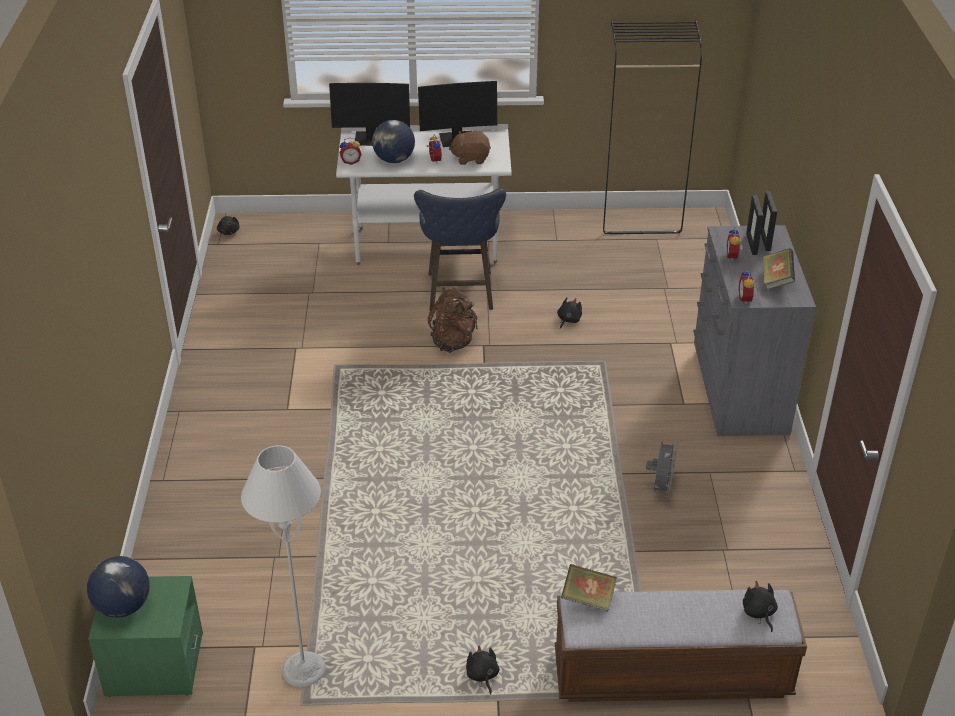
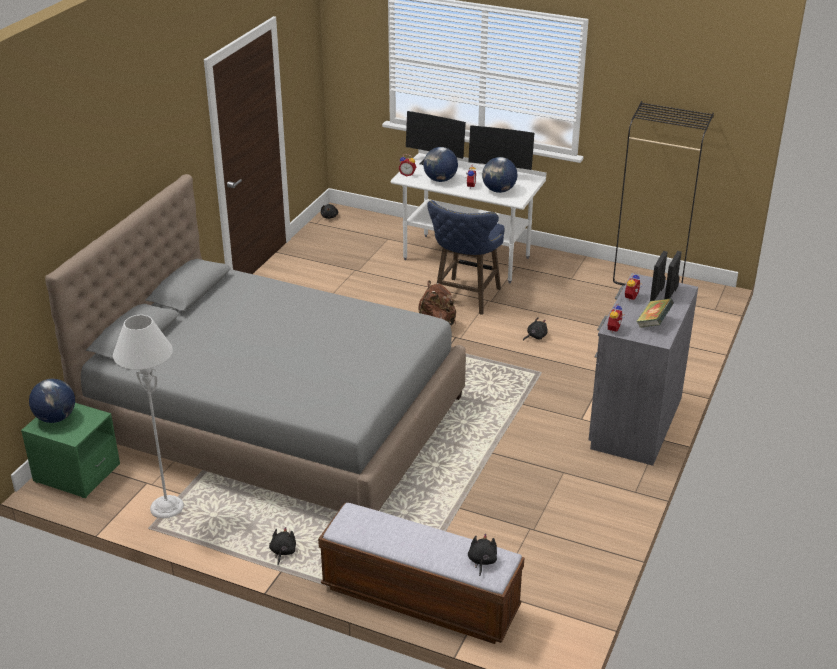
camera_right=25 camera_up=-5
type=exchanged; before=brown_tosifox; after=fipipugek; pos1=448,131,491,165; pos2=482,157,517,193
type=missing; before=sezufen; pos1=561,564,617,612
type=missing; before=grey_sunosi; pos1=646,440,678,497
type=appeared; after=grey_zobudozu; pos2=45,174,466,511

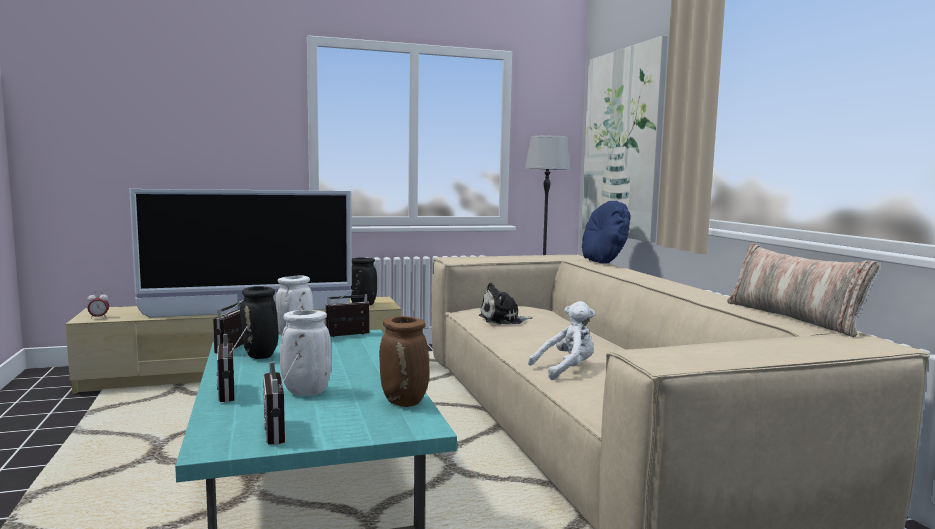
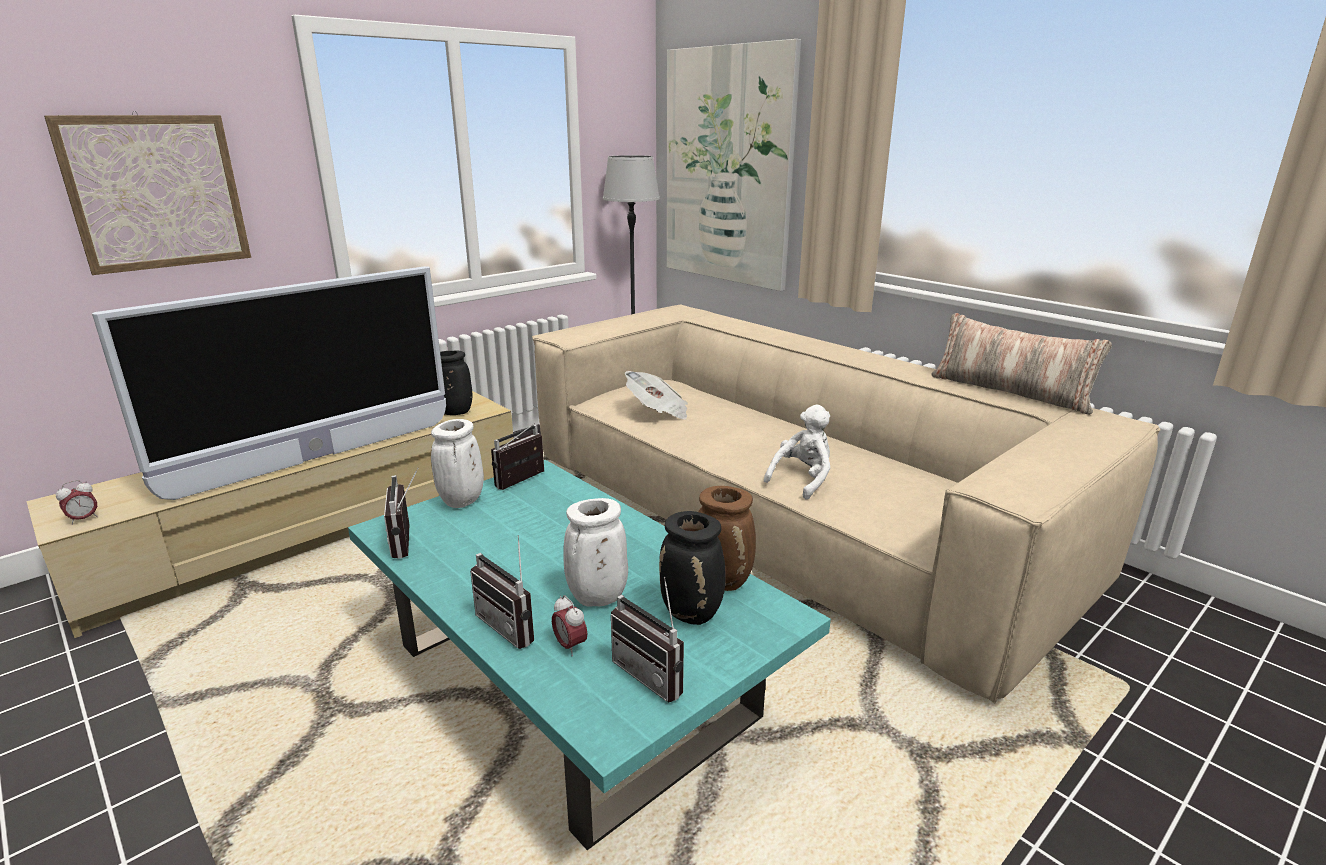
camera_right=-25 camera_up=15
type=relocated; before=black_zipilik; pos1=240,286,279,359; pos2=659,511,726,625
type=exchanged; before=tosifox; after=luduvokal; pos1=479,283,532,325; pos2=625,371,688,420
type=missing; before=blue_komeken; pos1=582,201,631,264
type=appeared; after=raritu; pos2=44,111,251,275
type=appeared; after=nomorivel; pos2=552,595,587,657

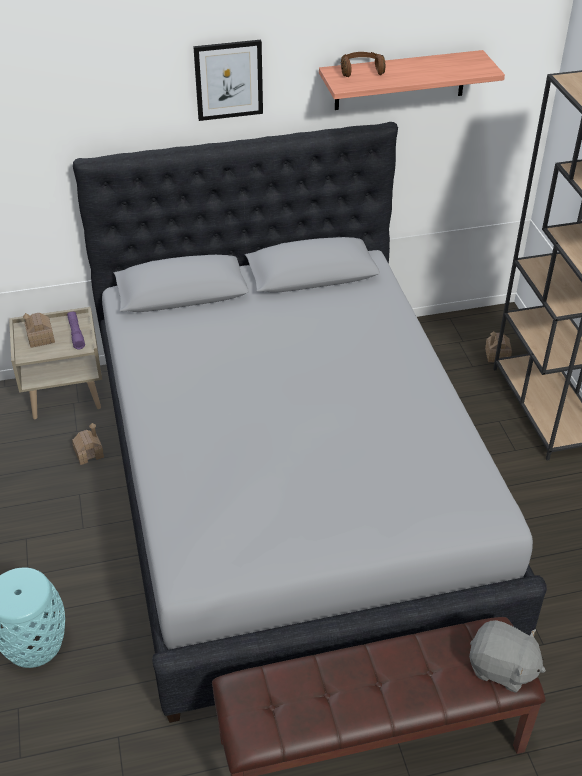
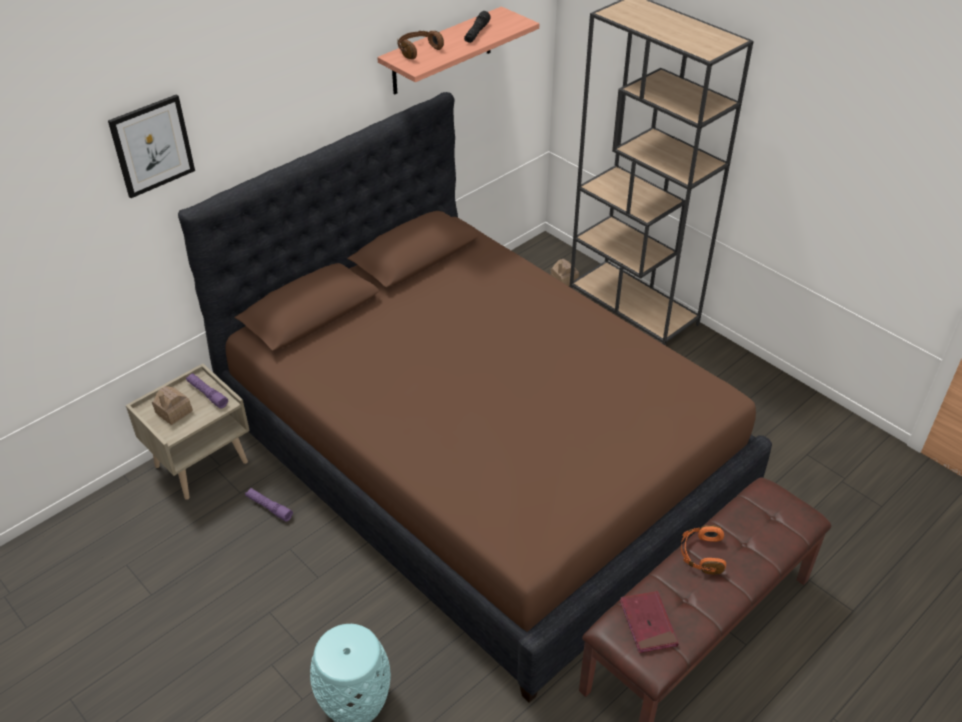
camera_right=-30 camera_up=0
type=exchanged; before=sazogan; after=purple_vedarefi; pos1=72,423,104,465; pos2=245,488,293,522
type=colour; before=grey_zobudozu; after=brown_zobudozu; pos1=73,122,547,723; pos2=178,92,772,703
type=relocated; before=raritu; pos1=193,40,263,121; pos2=108,94,195,198
type=missing; before=grey_tosifox; pos1=469,620,546,693
type=appeared; after=black_vedarefi; pos2=464,11,491,43
type=appeared; after=red_sezufen; pos2=620,591,679,653
type=appeared; after=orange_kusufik; pos2=681,525,726,575

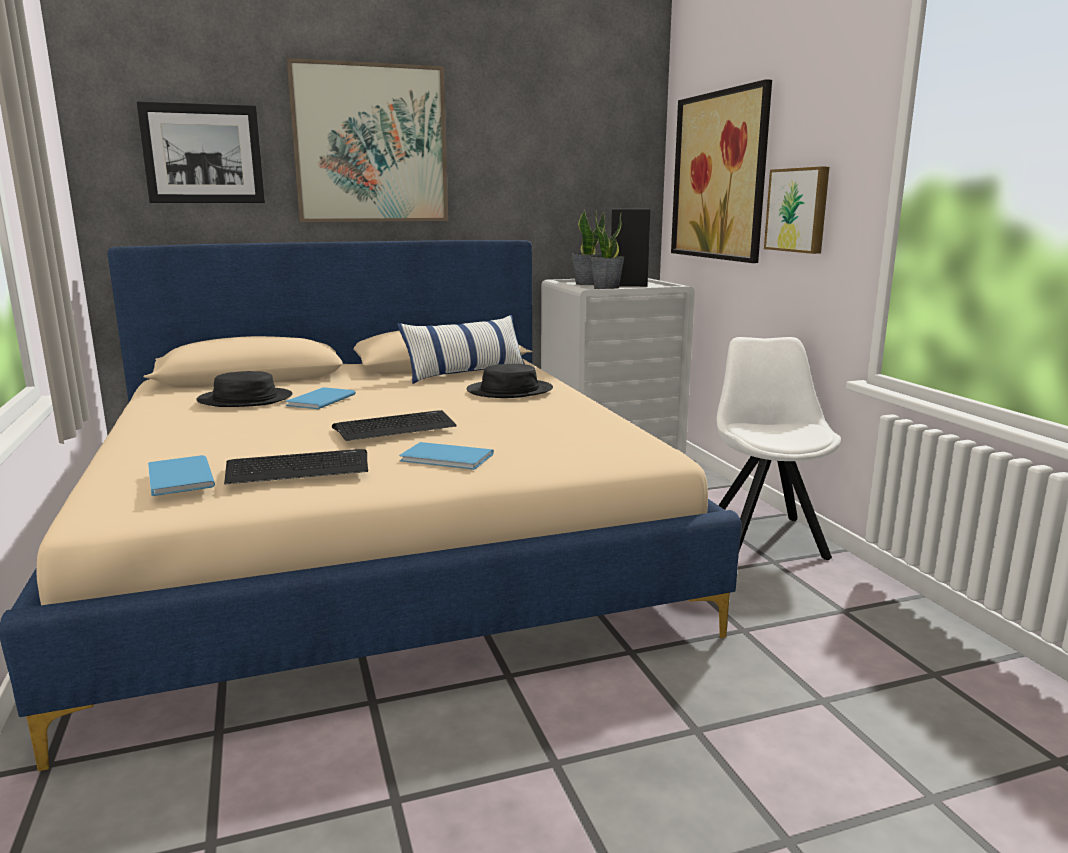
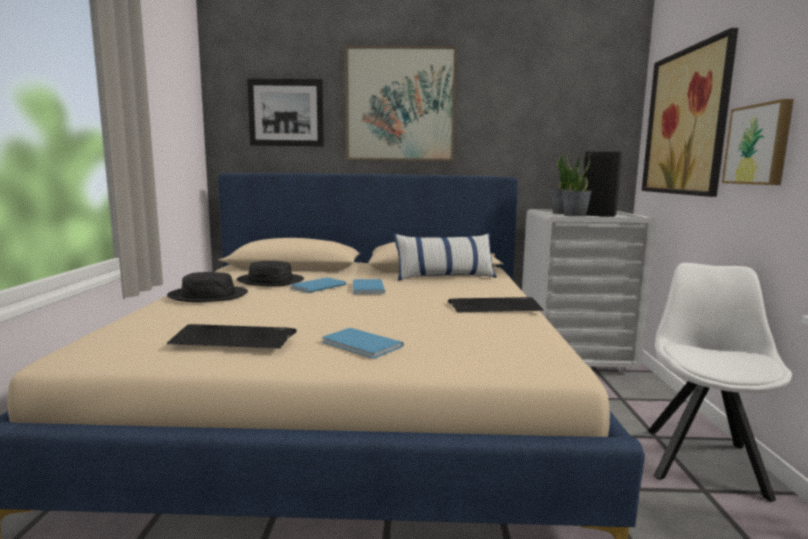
camera_right=20 camera_up=-5
type=relocated; before=blue_sezufen; pos1=148,455,215,496; pos2=353,279,385,294
type=relocated; before=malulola; pos1=332,410,457,441; pos2=448,297,543,312
type=relocated; before=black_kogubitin; pos1=466,364,553,398; pos2=167,272,248,302

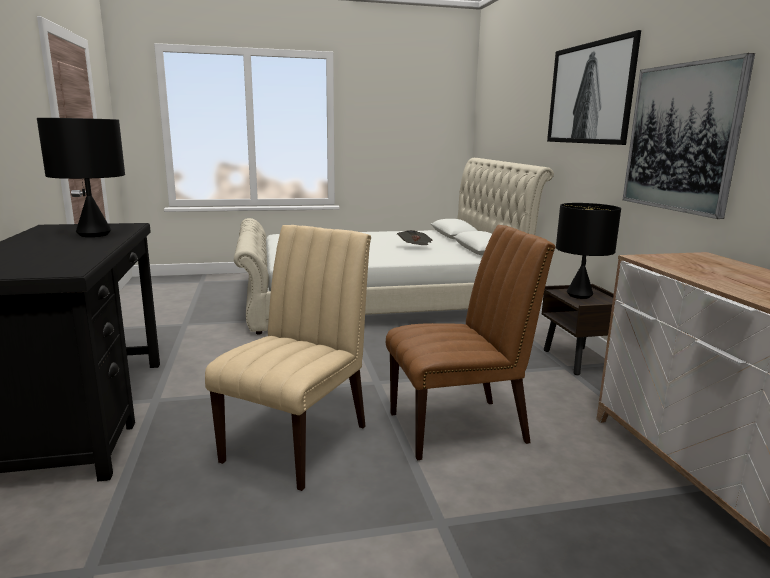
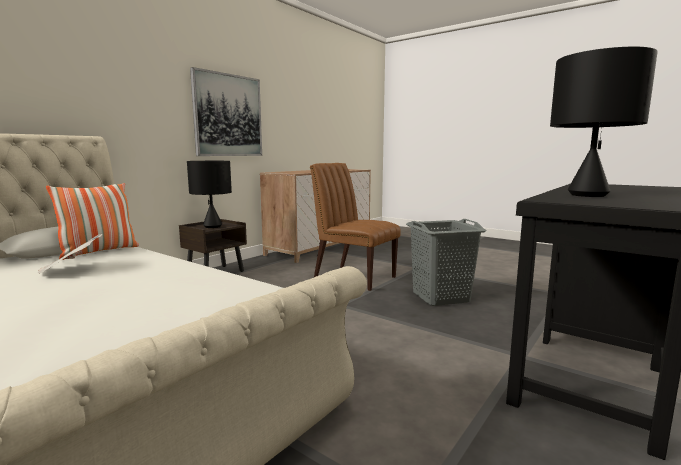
camera_right=-130 camera_up=-5
type=exchanged; before=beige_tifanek; after=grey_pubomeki; pos1=205,225,371,491; pos2=406,219,487,306
type=missing; before=raritu; pos1=547,30,641,145
type=appeared; after=komeken; pos2=46,183,139,260

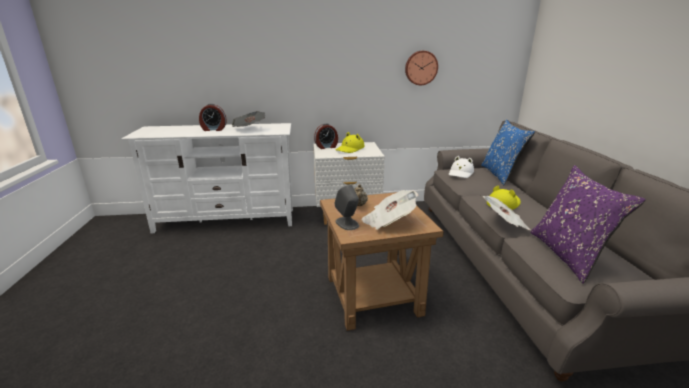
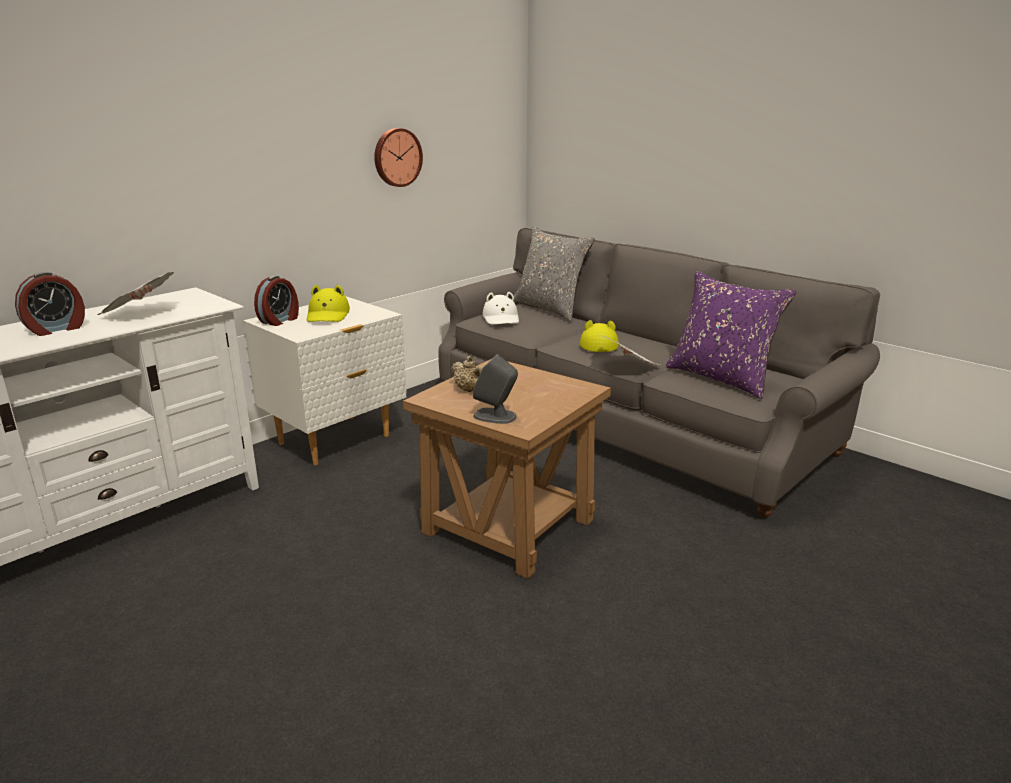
camera_right=-40 camera_up=0
type=missing; before=luduvokal; pos1=362,190,418,230
type=colour; before=blue_komeken; after=grey_komeken; pos1=481,120,535,185; pos2=513,226,595,322

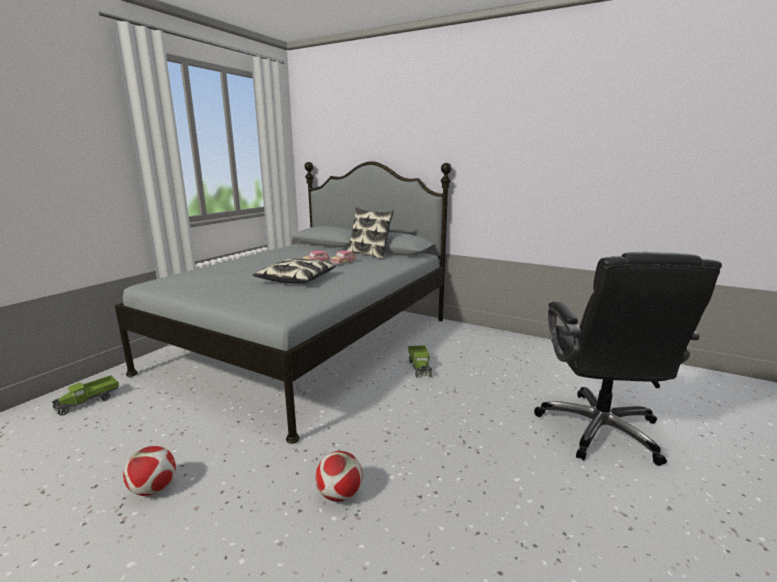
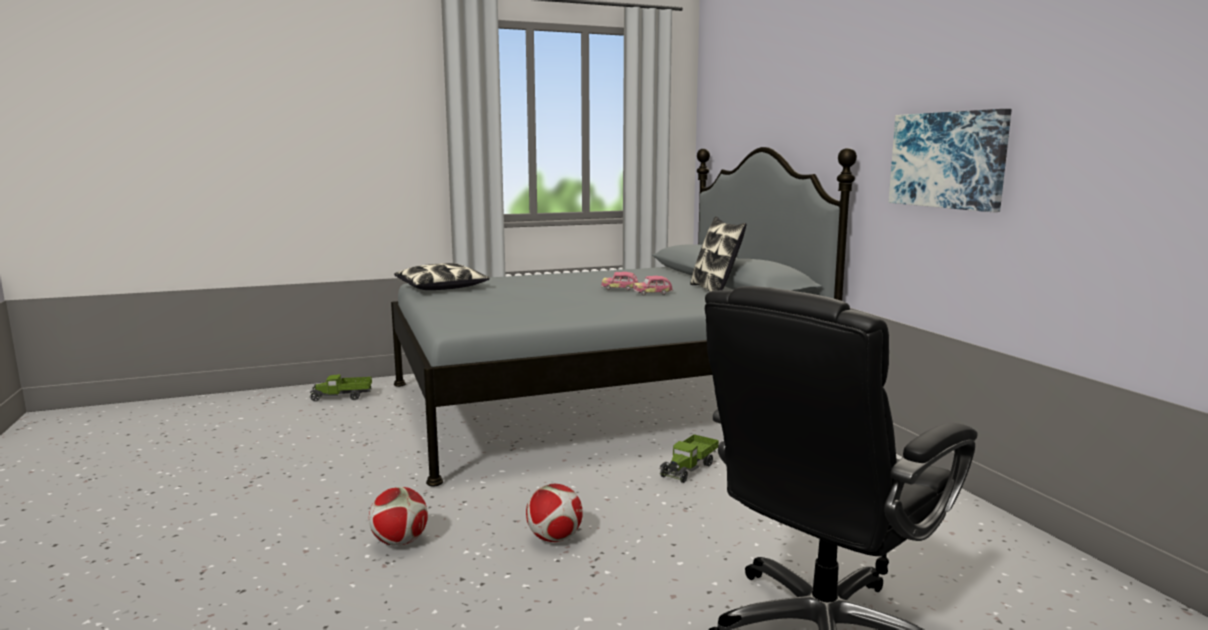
camera_right=40 camera_up=-5
type=relocated; before=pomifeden; pos1=123,446,176,496; pos2=526,484,583,542
type=relocated; before=komeken; pos1=253,258,336,284; pos2=394,263,490,290
type=appeared; after=raritu; pos2=888,109,1012,212

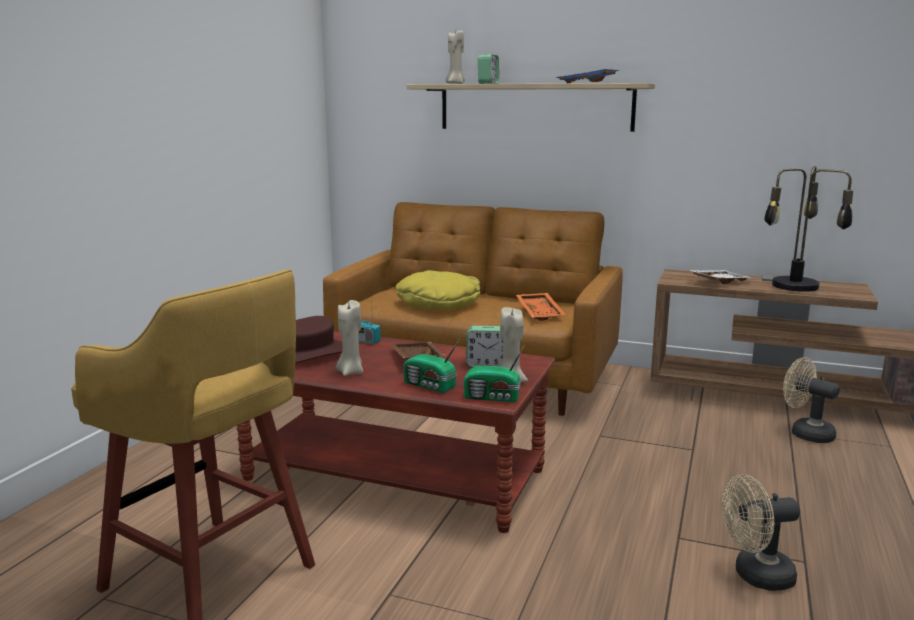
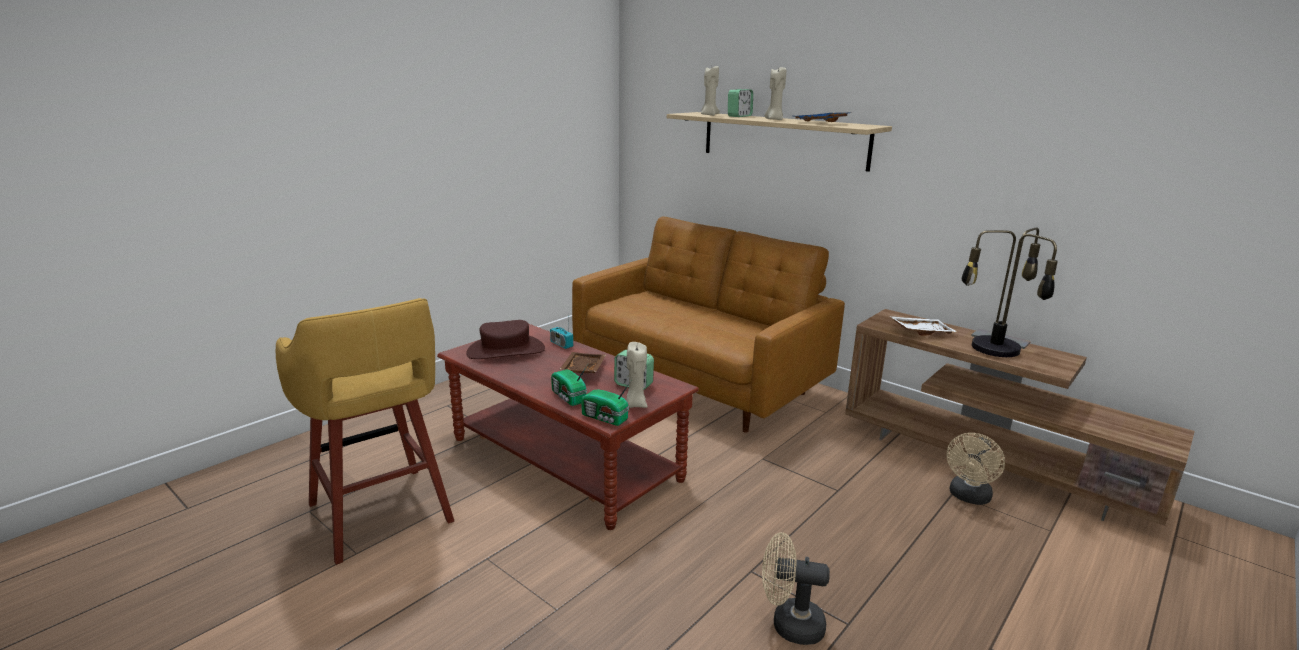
camera_right=20 camera_up=5
type=relocated; before=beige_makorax; pos1=336,300,363,376; pos2=765,67,786,120
type=missing; before=yellow_komeken; pos1=396,270,480,309
type=missing; before=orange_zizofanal; pos1=516,293,566,321
type=spun; before=beige_sunosi; pos1=783,357,840,443; pos2=946,433,1005,505; turn=-120

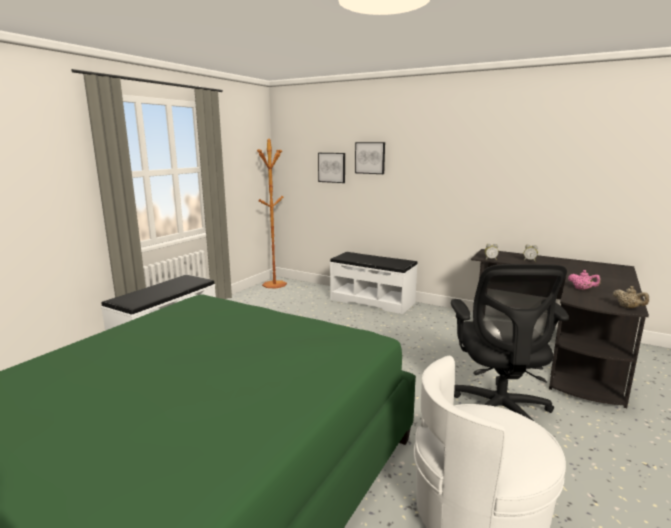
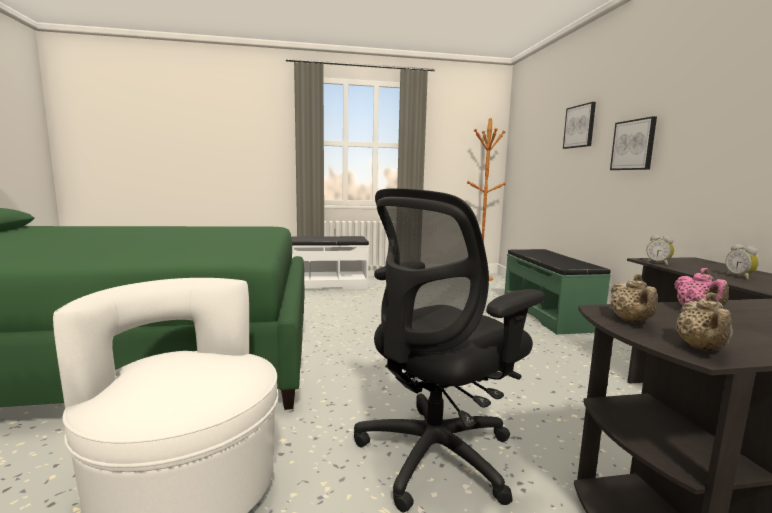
camera_right=50 camera_up=-5
type=relocated; before=raritu; pos1=318,153,345,183; pos2=610,116,657,170
type=colour; before=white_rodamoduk; after=green_rodamoduk; pos1=330,252,418,314; pos2=505,249,611,334
type=appeared; after=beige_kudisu; pos2=610,274,658,323

